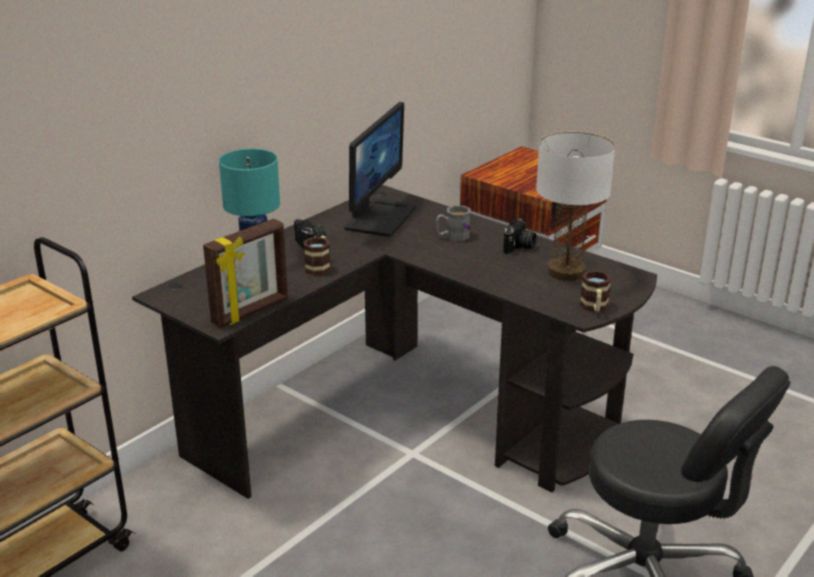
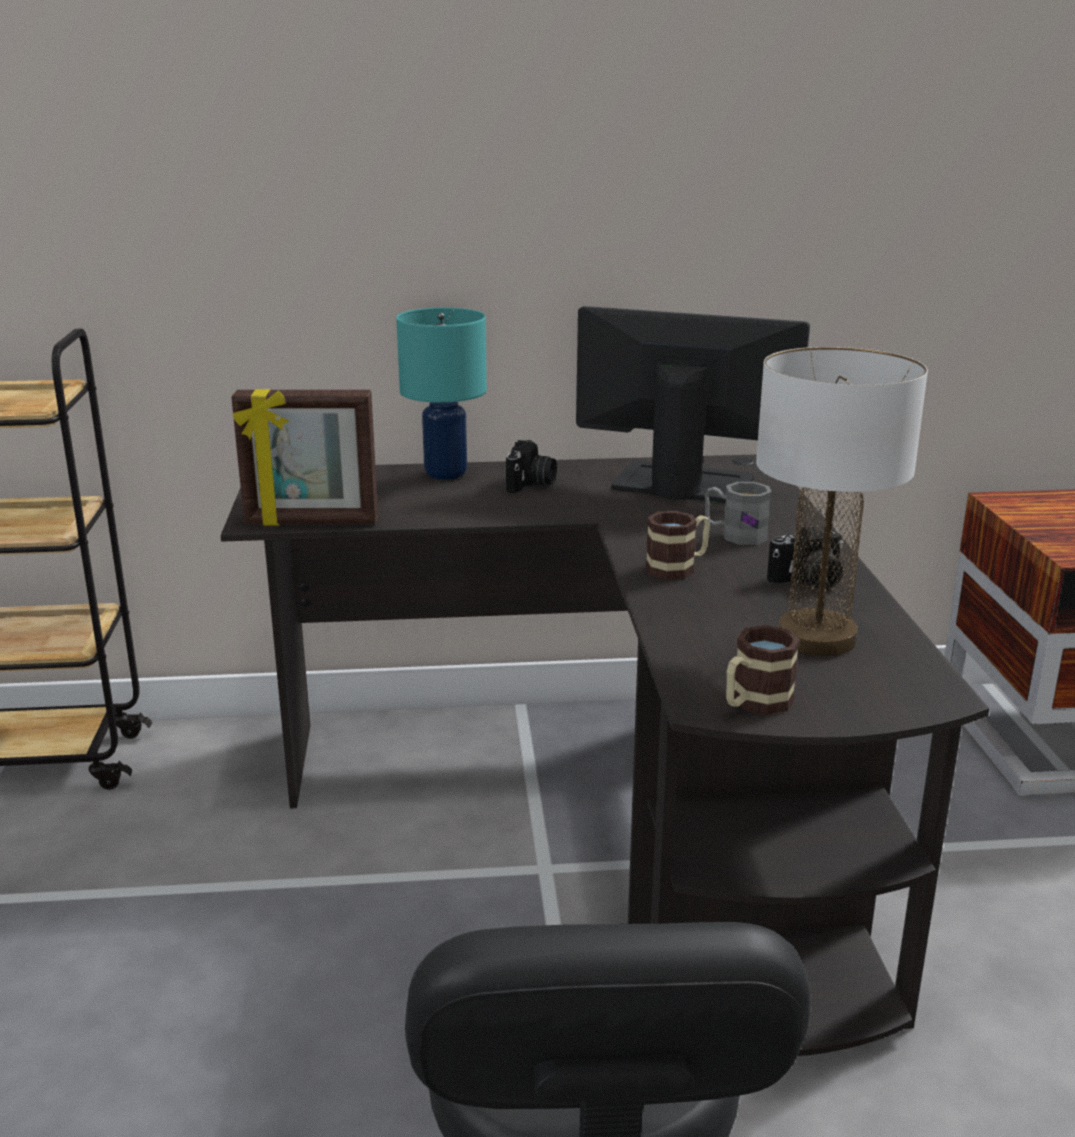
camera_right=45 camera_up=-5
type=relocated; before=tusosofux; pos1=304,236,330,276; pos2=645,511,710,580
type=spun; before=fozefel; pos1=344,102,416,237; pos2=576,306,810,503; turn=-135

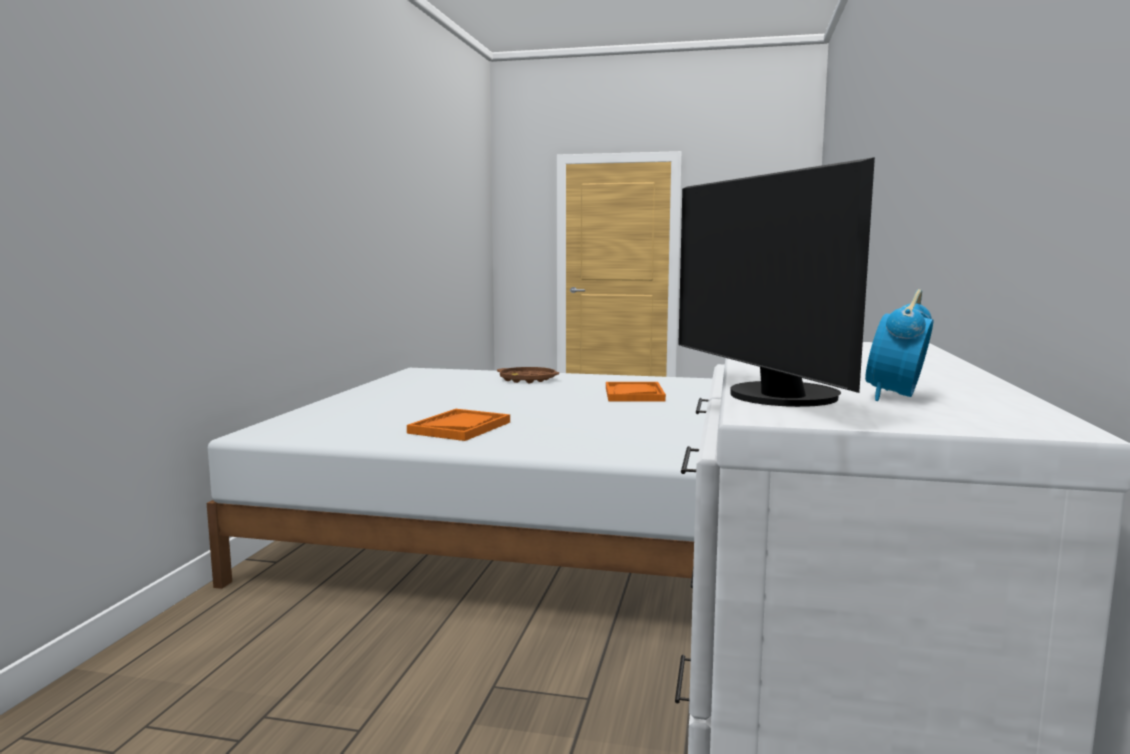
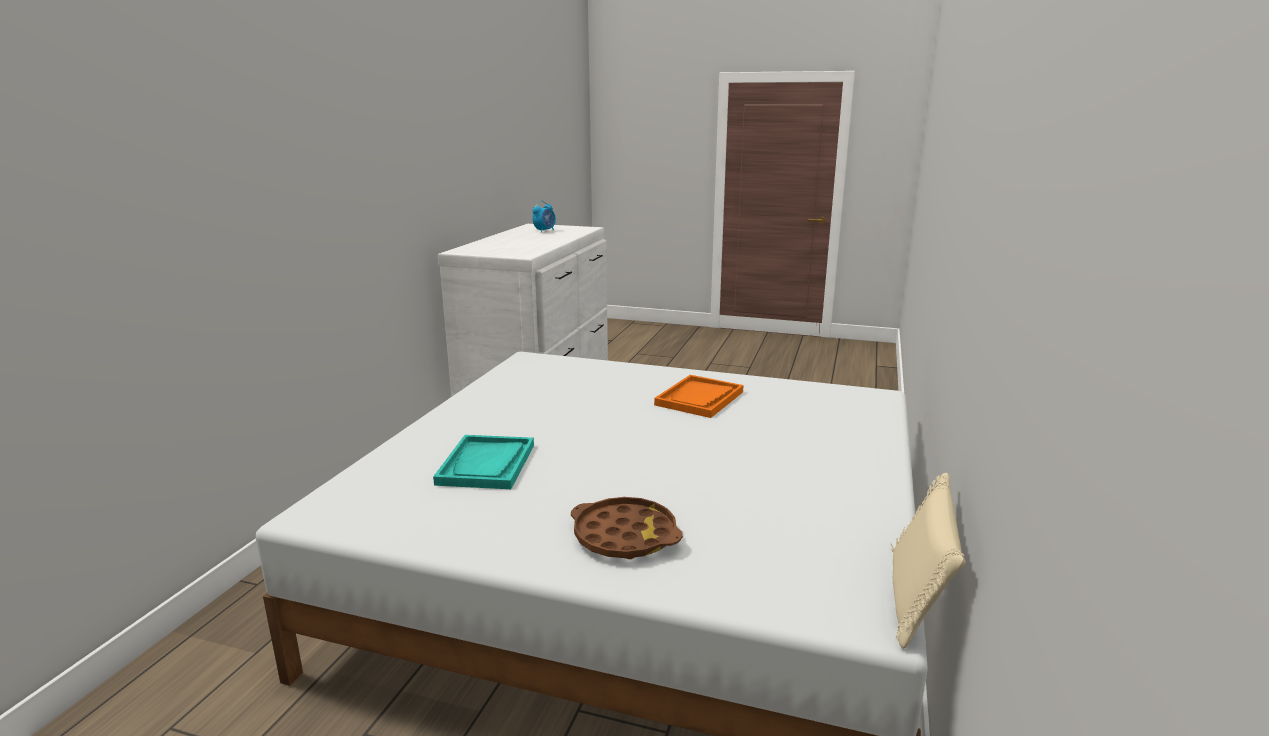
camera_right=-175 camera_up=10
type=colour; before=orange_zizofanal; after=turquoise_zizofanal; pos1=606,382,666,402; pos2=433,435,534,489
type=missing; before=fozefel; pos1=678,157,875,407
type=appeared; after=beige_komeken; pos2=891,473,966,649

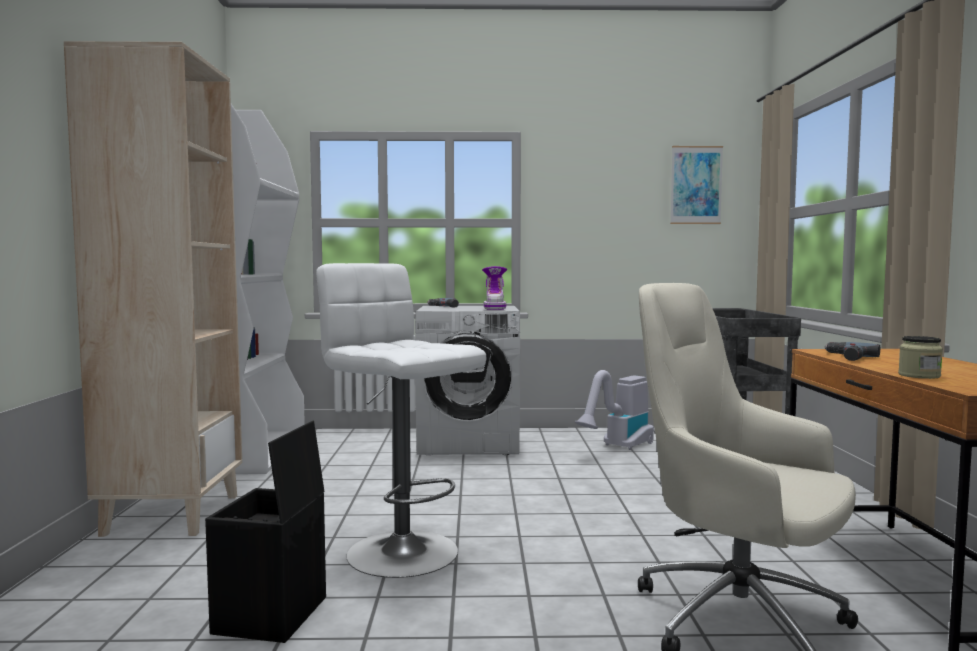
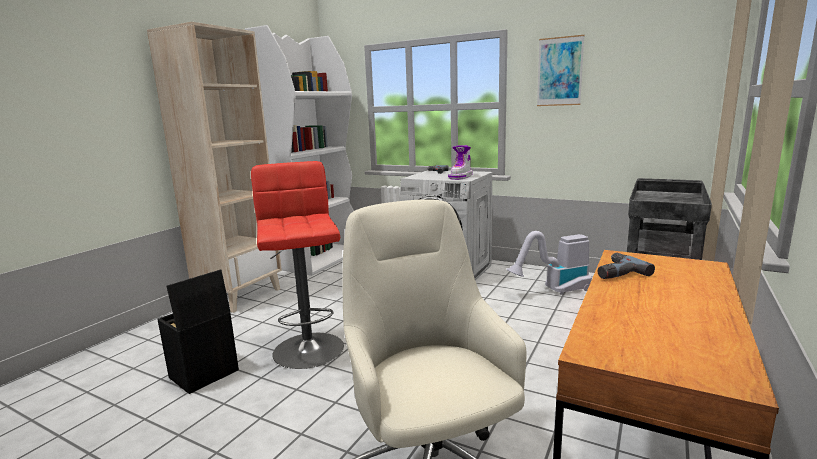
camera_right=30 camera_up=10
type=colour; before=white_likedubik; after=red_likedubik; pos1=316,263,486,578; pos2=251,161,344,369
type=relocated; before=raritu; pos1=670,146,723,224; pos2=537,35,585,106
type=missing; before=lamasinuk; pos1=898,336,943,379

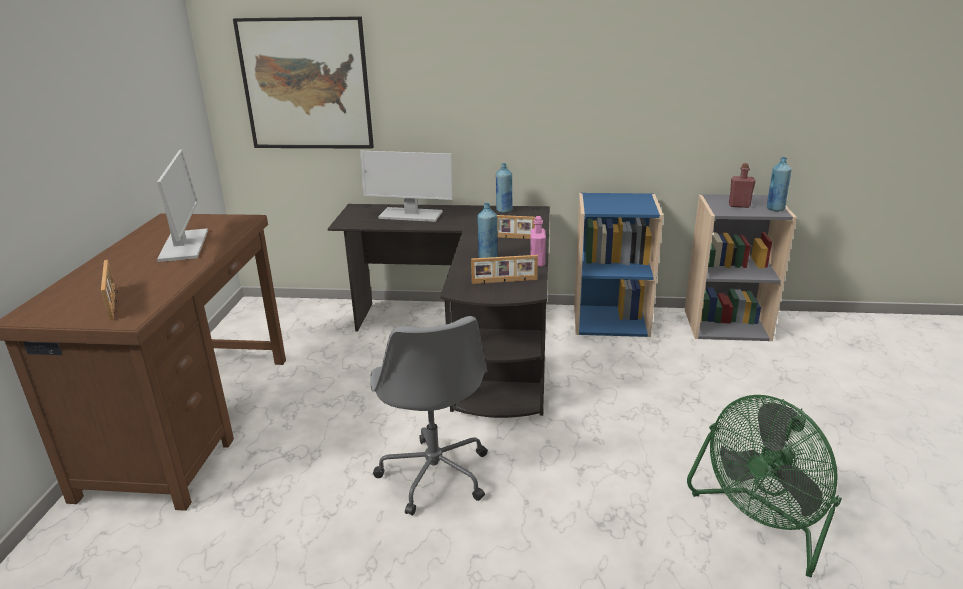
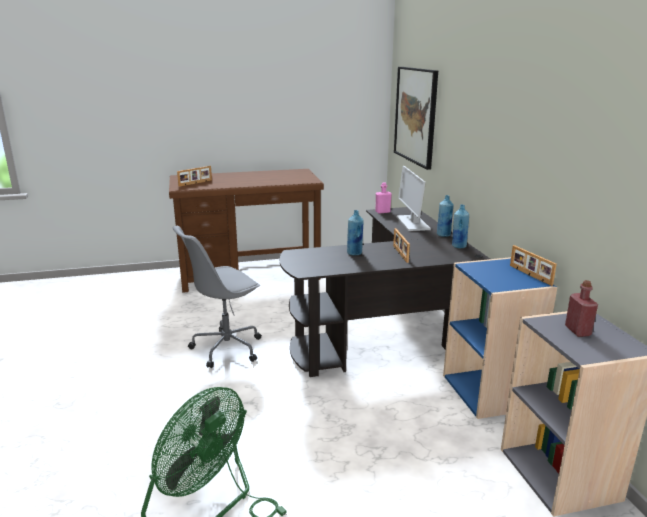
camera_right=70 camera_up=-5
type=missing; before=fozefel; pos1=157,150,208,262
type=relocated; before=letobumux; pos1=471,255,538,284; pos2=510,245,557,286
type=relocated; before=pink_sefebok; pos1=530,216,546,266; pos2=375,183,392,214
type=relocated; before=blue_sefebok; pos1=767,157,792,211; pos2=437,195,454,237

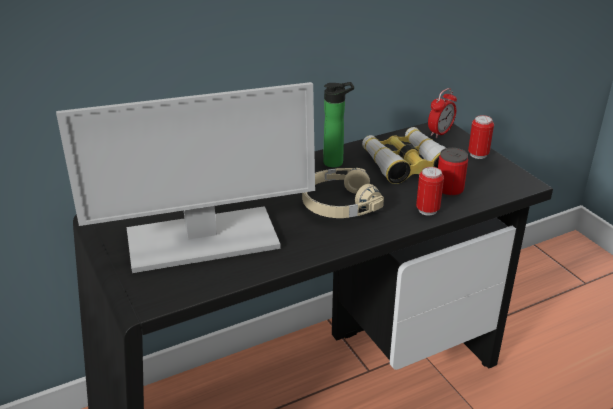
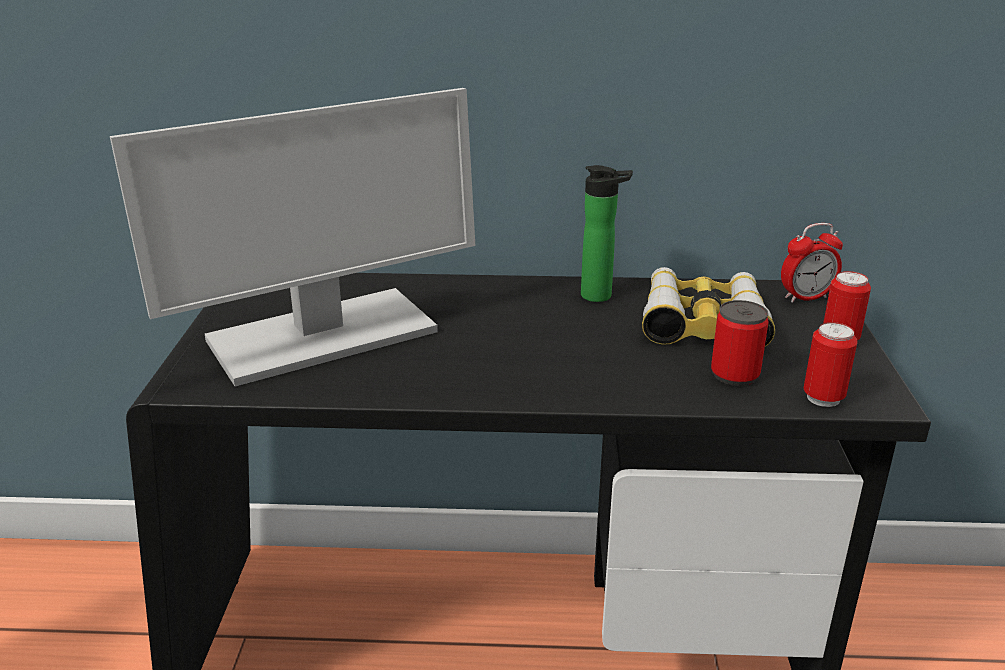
camera_right=30 camera_up=-5
type=spun; before=fozefel; pos1=56,82,315,273; pos2=110,88,475,386; turn=-45
type=missing; before=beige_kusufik; pos1=302,168,384,218
type=relocated; before=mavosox; pos1=416,167,444,216; pos2=803,322,858,407

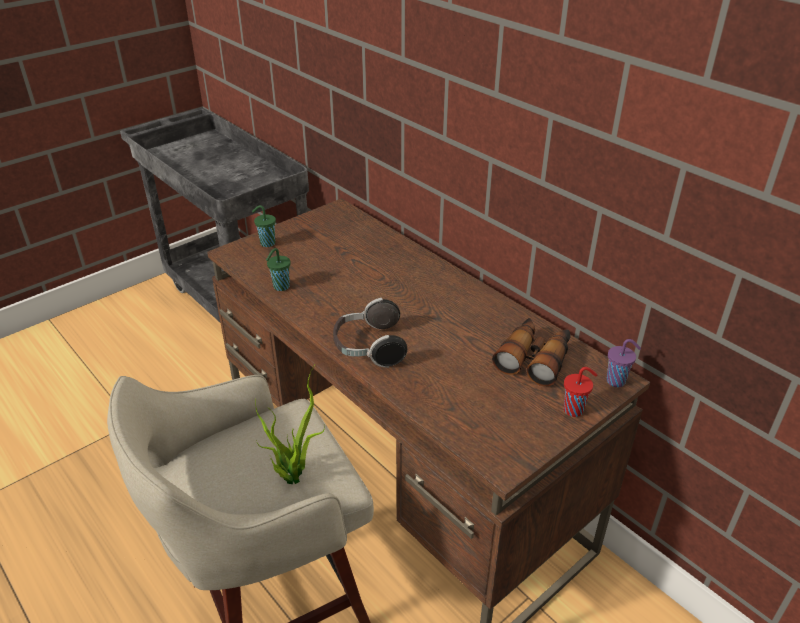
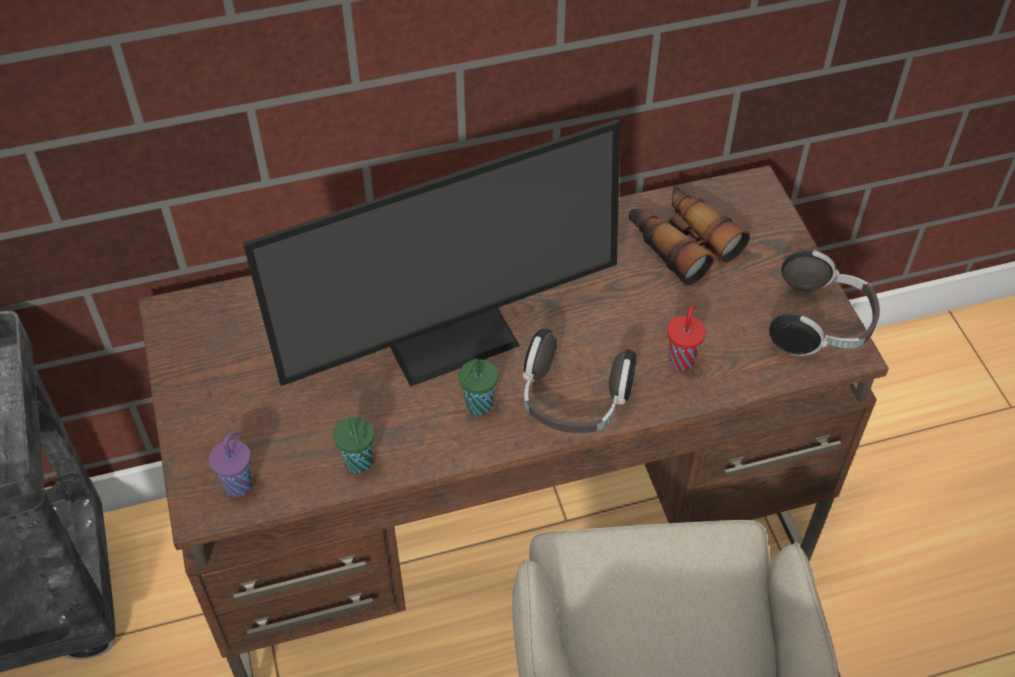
camera_right=-65 camera_up=15
type=relocated; before=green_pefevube; pos1=252,205,276,247; pos2=459,359,498,415
type=missing; before=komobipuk; pos1=255,365,325,484
type=relocated; before=red_pefevube; pos1=564,367,597,417; pos2=667,304,706,371
type=relocated; before=purple_pefevube; pos1=607,339,641,387; pos2=209,430,252,497
type=appeared; after=fozefel; pos2=243,119,620,387
type=appeared; after=kusufik; pos2=769,251,880,356

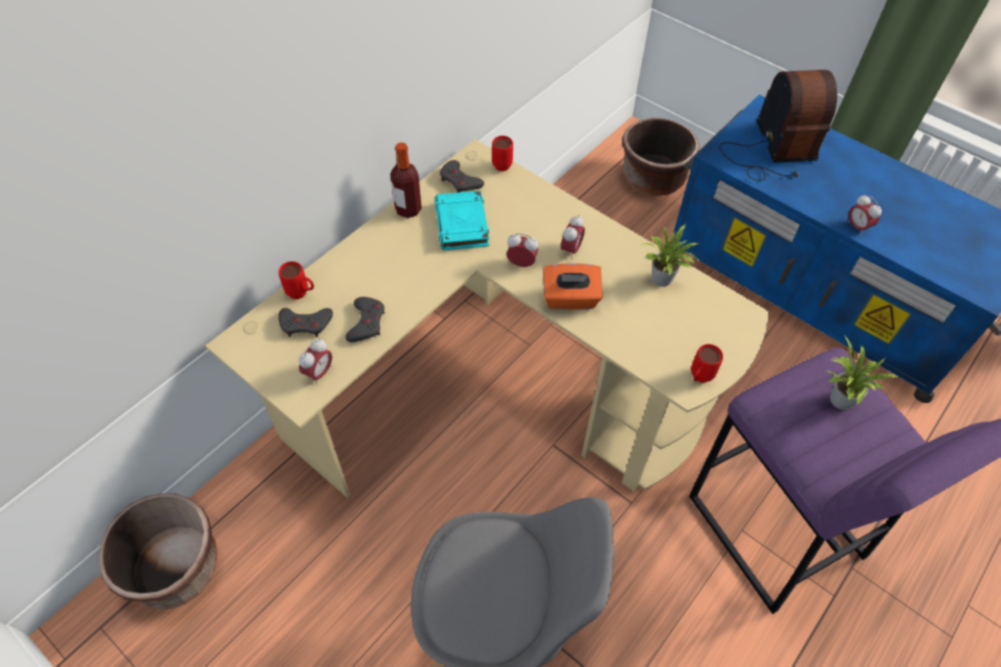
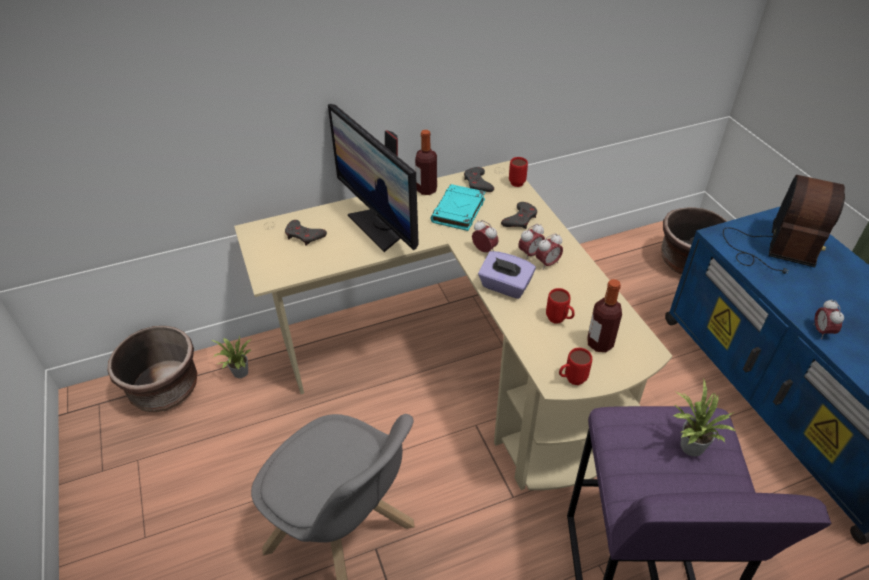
camera_right=30 camera_up=-10
type=relocated; before=red_tusosofux; pos1=279,261,314,299; pos2=546,288,575,323
type=relocated; before=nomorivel; pos1=299,339,332,384; pos2=536,233,563,270
type=relocated; before=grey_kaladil; pos1=345,297,385,342; pos2=501,202,537,229
type=colour; before=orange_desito; after=purple_desito; pos1=543,263,603,309; pos2=478,251,536,299
type=relocated; before=komobipuk; pos1=642,224,700,287; pos2=211,335,252,378
type=appeared; after=fozefel; pos2=328,104,419,252
type=appeared; after=sefebok; pos2=587,279,622,352

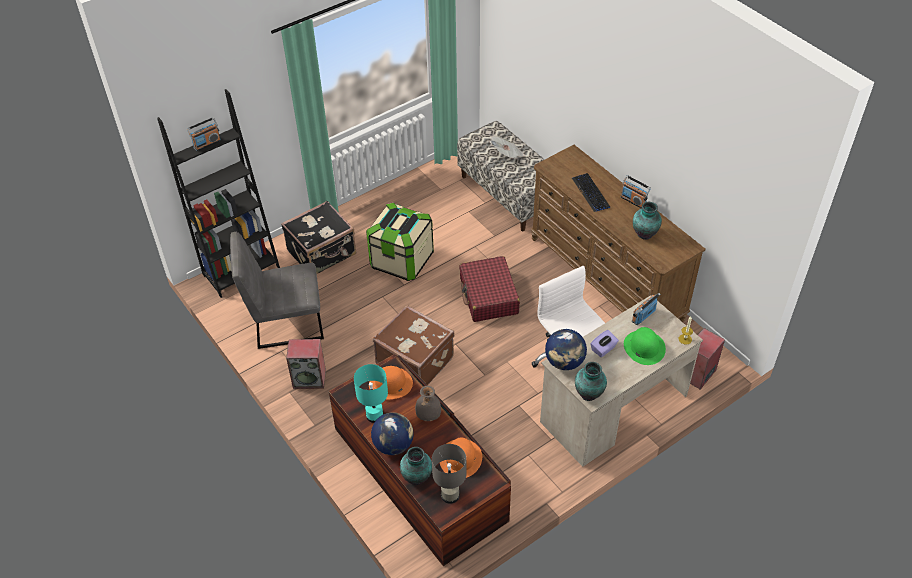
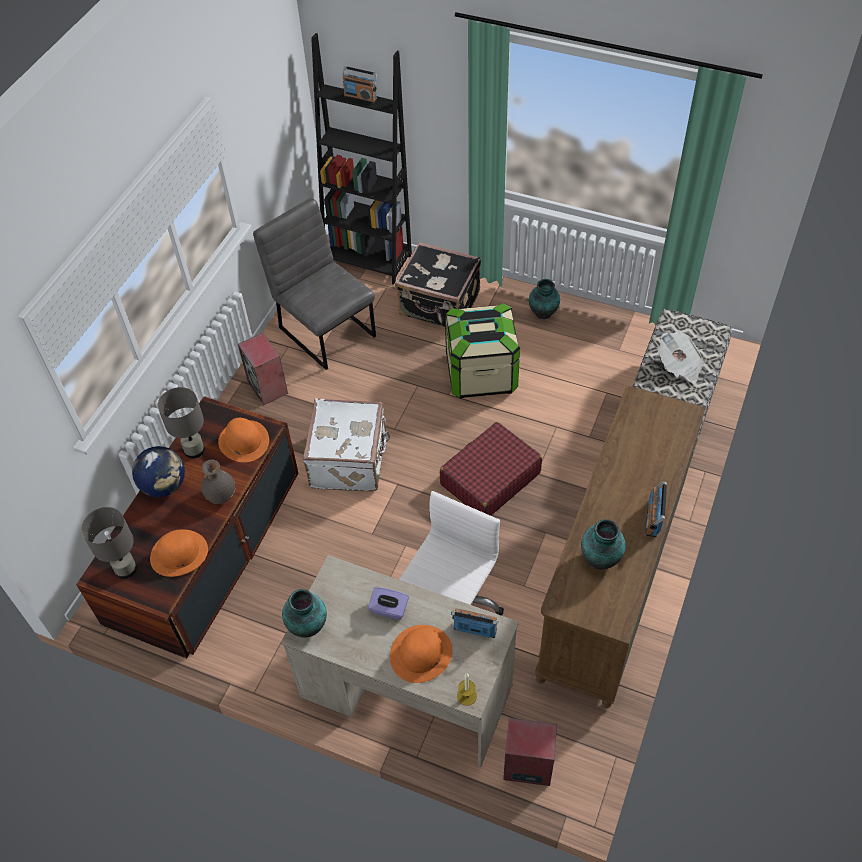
camera_right=60 camera_up=5
type=colour; before=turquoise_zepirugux; after=grey_zepirugux; pos1=354,364,388,423; pos2=158,387,205,458
type=colour; before=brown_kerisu; after=white_kerisu; pos1=373,305,455,385; pos2=303,398,390,491
type=relocated; before=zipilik; pos1=400,447,432,485; pos2=529,279,560,319
type=missing; before=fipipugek; pos1=545,329,587,370
type=missing; before=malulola; pos1=572,173,610,212
type=colour; before=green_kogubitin; after=orange_kogubitin; pos1=624,327,666,365; pos2=390,625,453,683

